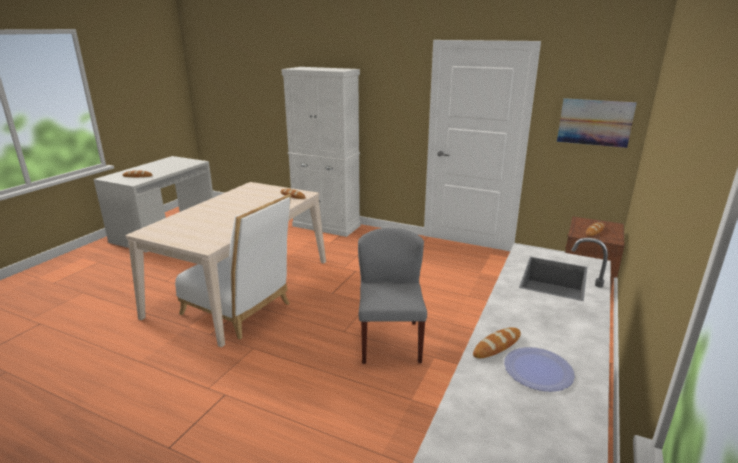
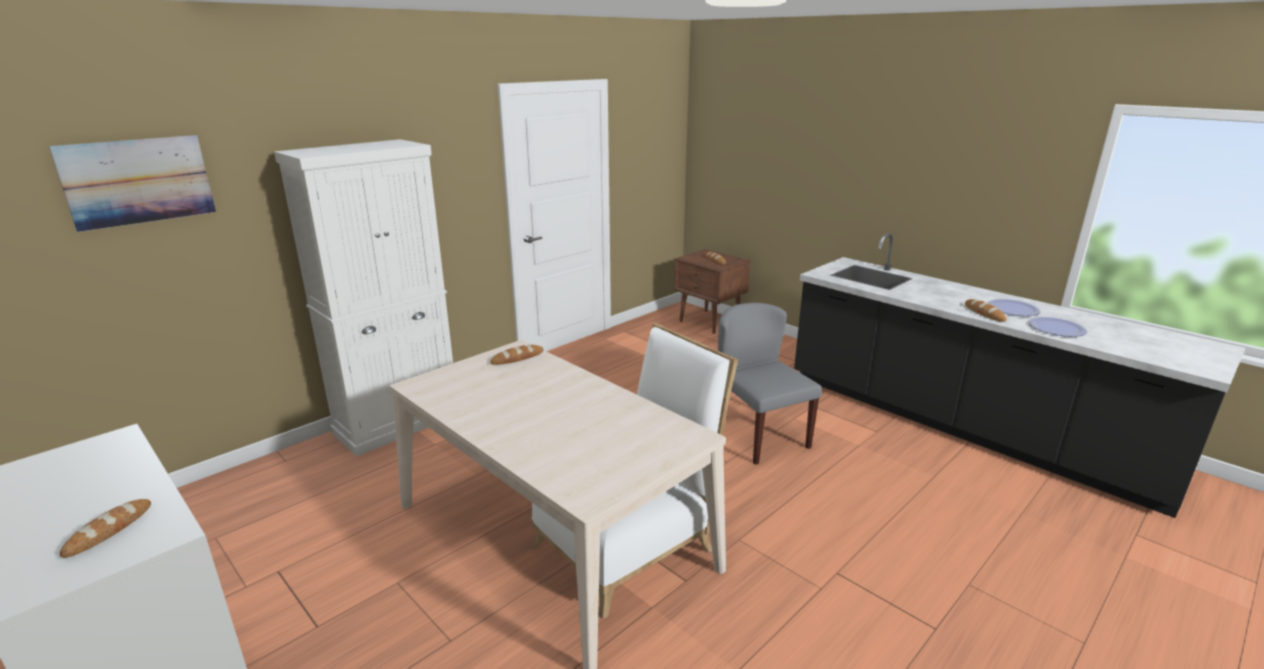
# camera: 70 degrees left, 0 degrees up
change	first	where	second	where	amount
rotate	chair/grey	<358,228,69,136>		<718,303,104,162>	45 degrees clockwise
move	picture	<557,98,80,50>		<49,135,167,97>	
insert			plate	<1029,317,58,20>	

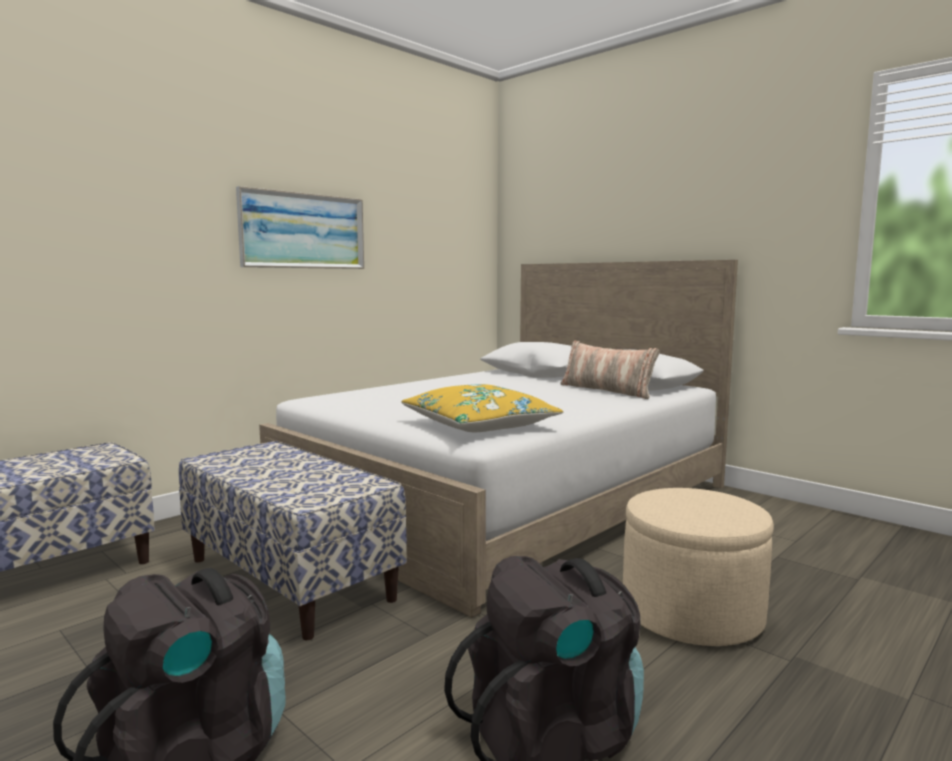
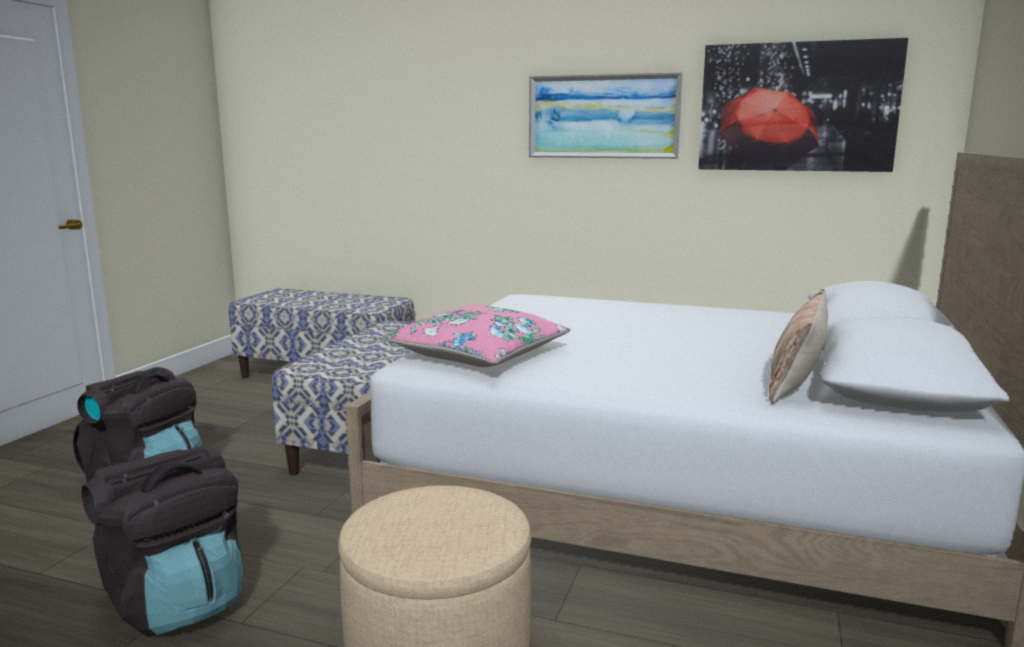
# camera: 65 degrees right, 5 degrees up
change	first	where	second	where	amount
recolor	pillow/yellow	<401,384,163,48>	pillow/pink	<383,305,187,62>	
insert			picture	<698,38,210,134>	

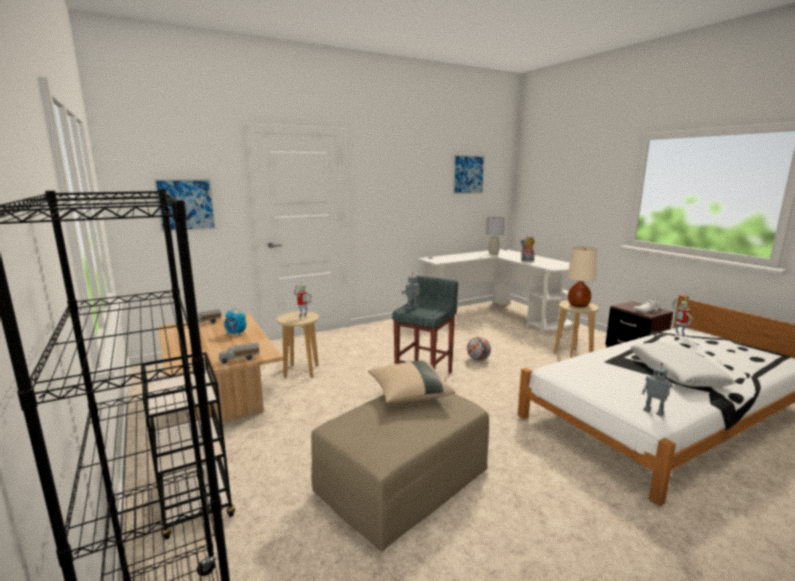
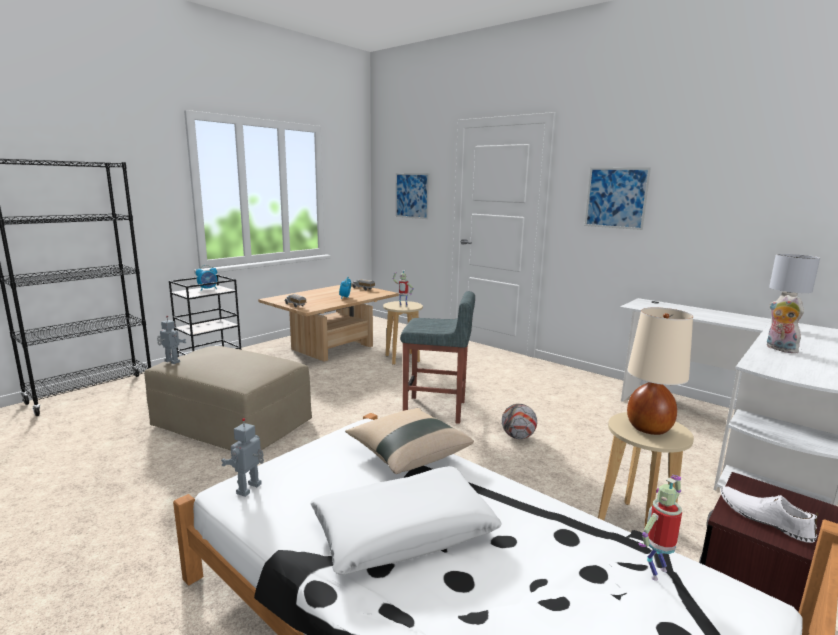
# camera: 70 degrees right, 0 degrees up
change	first	where	second	where	amount
move	pillow/beige	<368,360,87,43>		<345,408,129,66>	
move	toy robot	<402,272,17,38>		<157,316,29,48>	
move	picture	<453,155,32,40>		<585,167,66,63>	
insert			alarm clock	<196,265,21,26>	

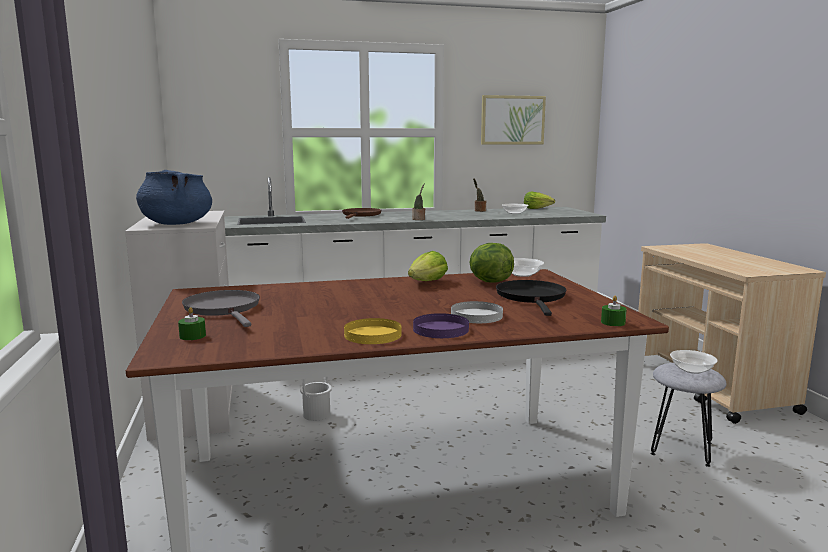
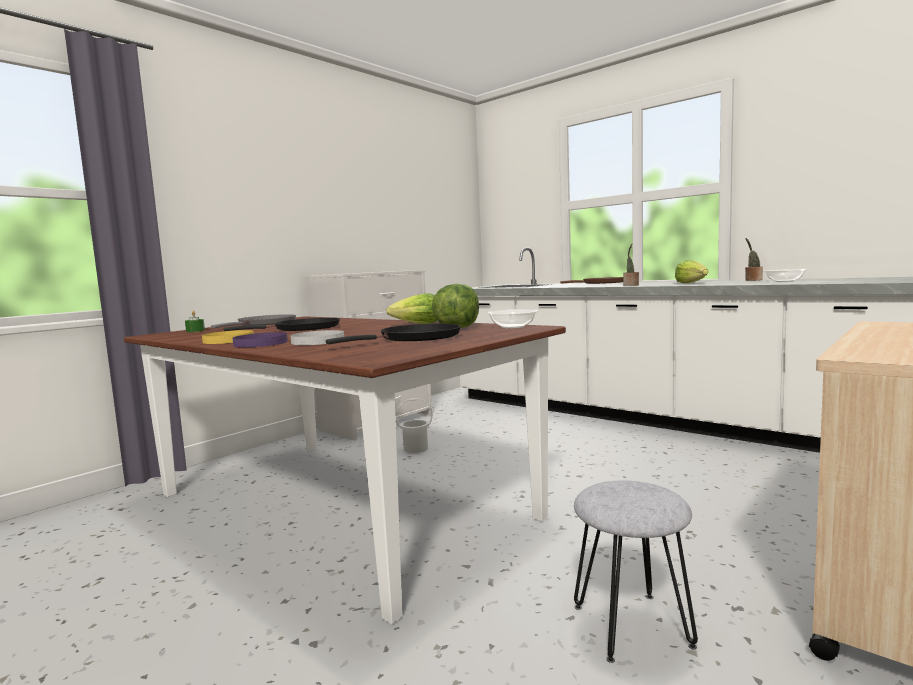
# camera: 55 degrees right, 5 degrees down
change	first	where	second	where	amount
delete	cooking pot/blue	<136,170,76,55>			
delete	picture	<481,95,65,50>			
move	lettuce	<524,192,31,17>		<675,260,33,23>	
delete	candle/green	<601,296,26,30>			
delete	bowl	<670,350,47,24>			
insert			frying pan/black	<223,318,117,13>	

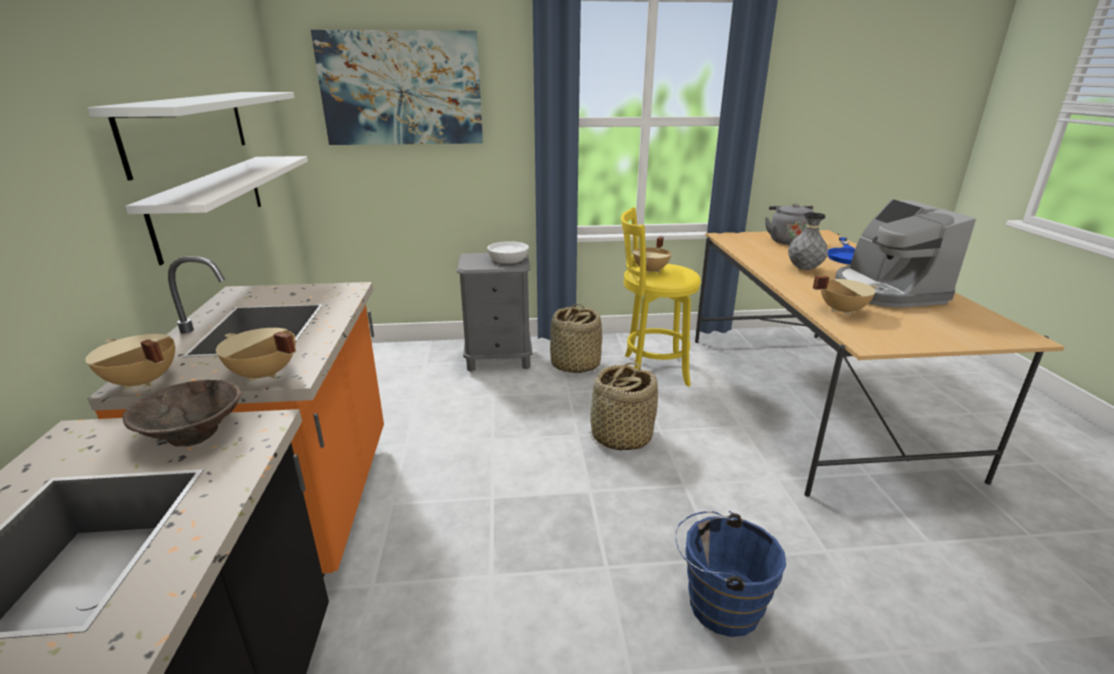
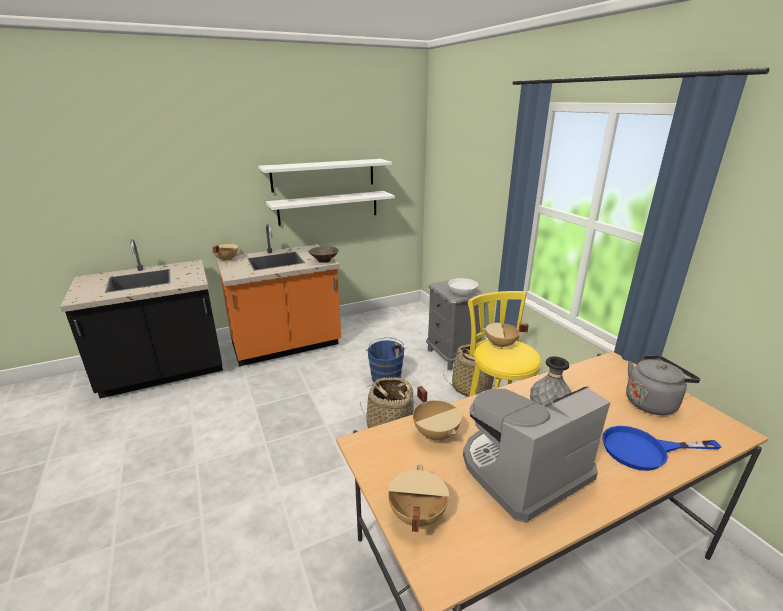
# camera: 70 degrees right, 0 degrees up
change	first	where	second	where	amount
move	bowl/brown	<123,380,119,66>		<309,246,30,17>	
move	cooking pot/beige	<216,328,80,54>		<388,464,61,69>	
delete	picture	<311,30,172,115>			
move	bucket/blue	<675,511,111,126>		<366,337,41,46>	

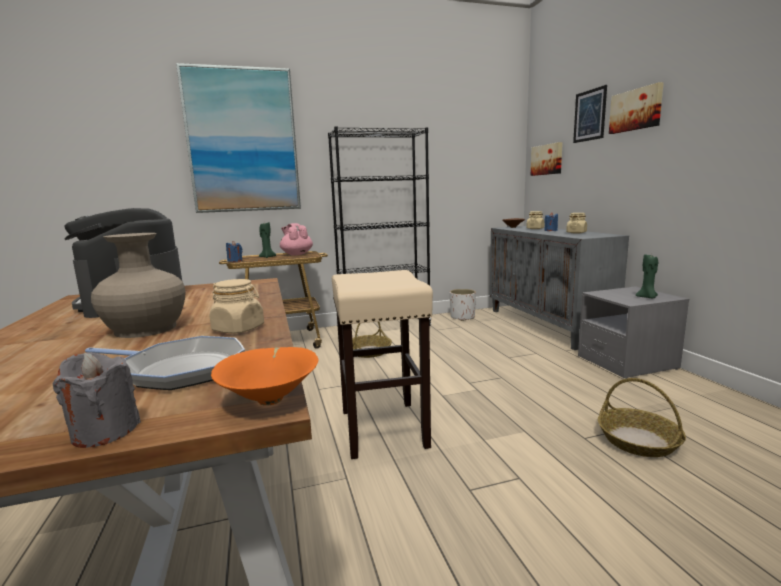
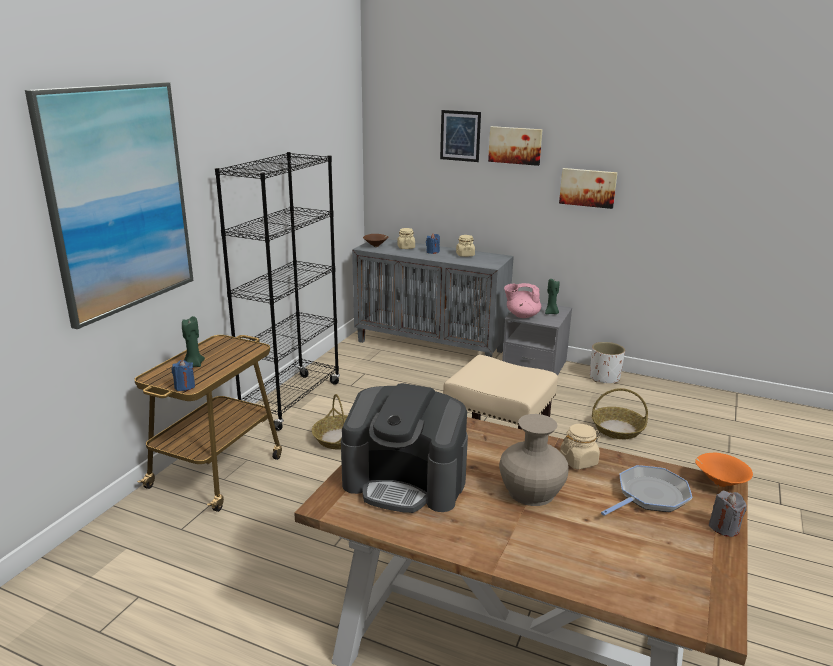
# camera: 50 degrees left, 10 degrees up
change	first	where	second	where	amount
move	teapot/pink	<280,223,33,33>		<504,283,37,35>	
move	planter/white	<450,289,26,32>		<590,342,35,42>	
move	picture	<531,142,32,34>		<559,168,59,41>	

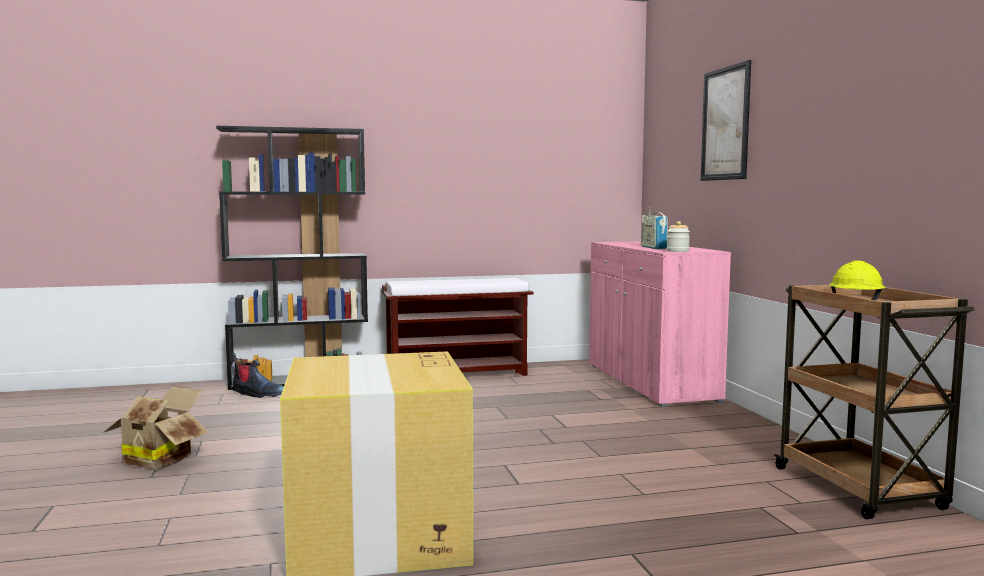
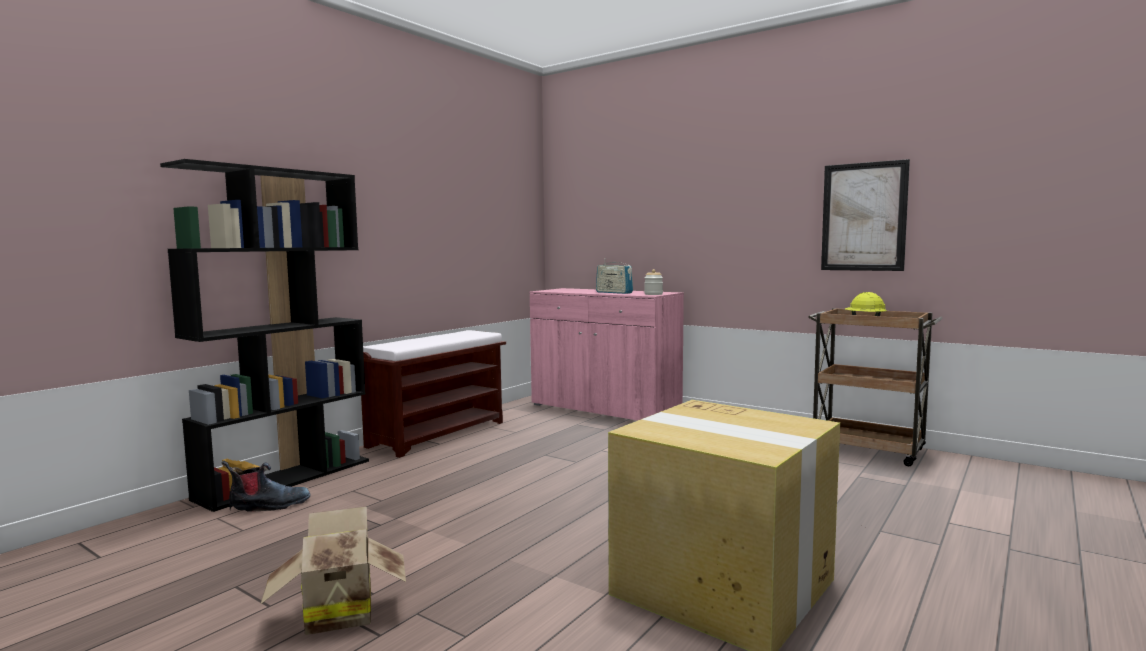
# camera: 40 degrees left, 0 degrees up
change	first	where	second	where	amount
move	picture	<701,60,50,121>		<821,159,89,112>	

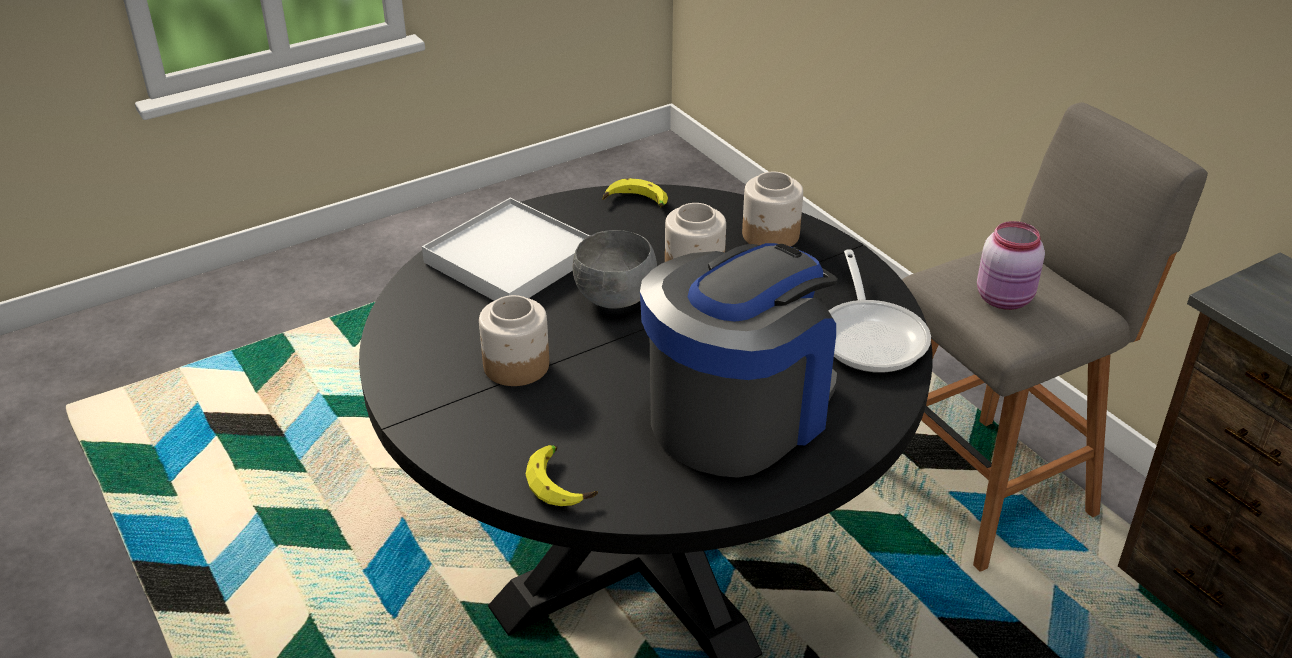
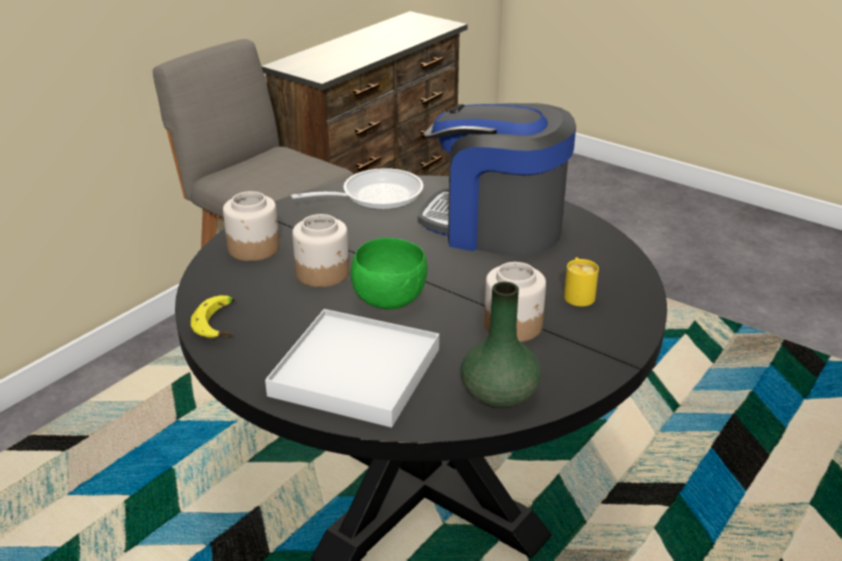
# camera: 110 degrees left, 5 degrees down
change	first	where	second	where	amount
delete	banana	<526,445,72,61>			
recolor	bowl/grey	<572,230,85,79>	bowl/green	<351,238,76,71>	
delete	jar/pink	<977,221,68,89>			
insert			vase/green	<461,282,80,126>	
insert			mug/yellow	<564,257,35,49>	

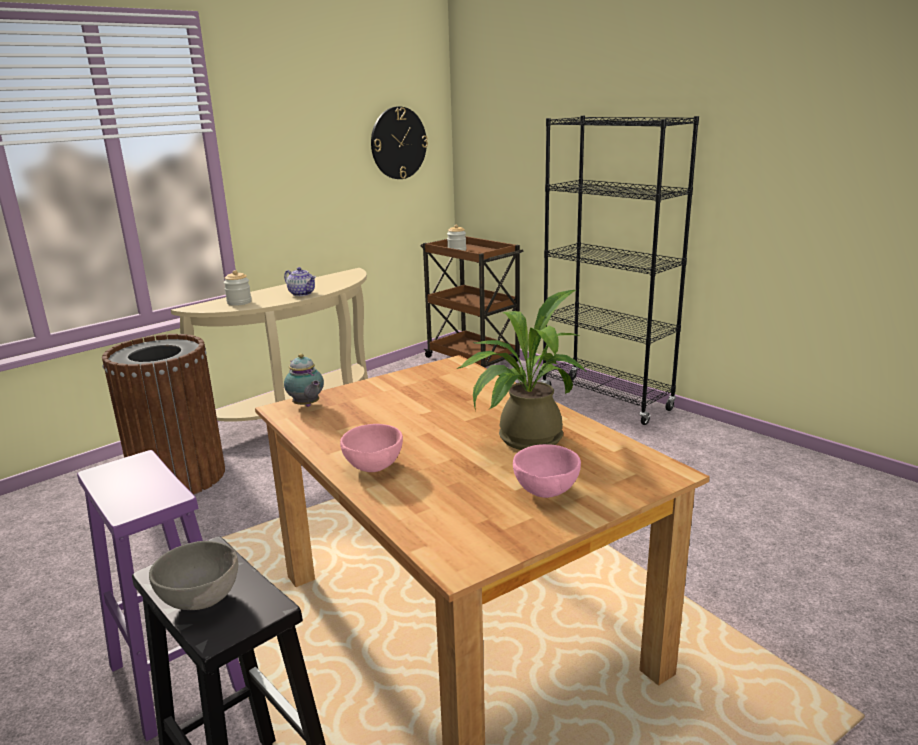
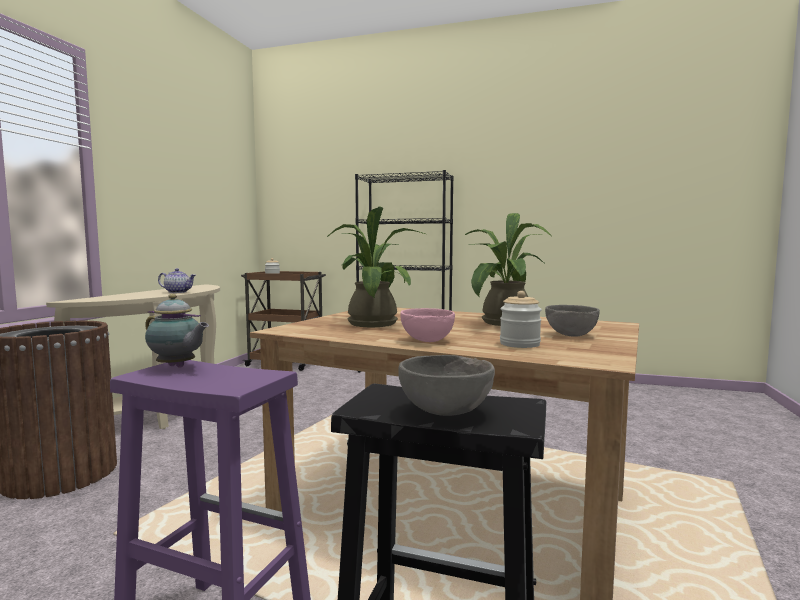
# camera: 30 degrees left, 15 degrees down
change	first	where	second	where	amount
move	jar	<224,270,28,36>		<500,291,42,57>	
move	teapot	<284,354,40,53>		<145,294,64,74>	
delete	wall clock	<371,107,57,72>			
recolor	bowl/pink	<513,444,68,54>	bowl/grey	<545,305,55,32>	
insert			potted plant	<327,206,98,121>	

